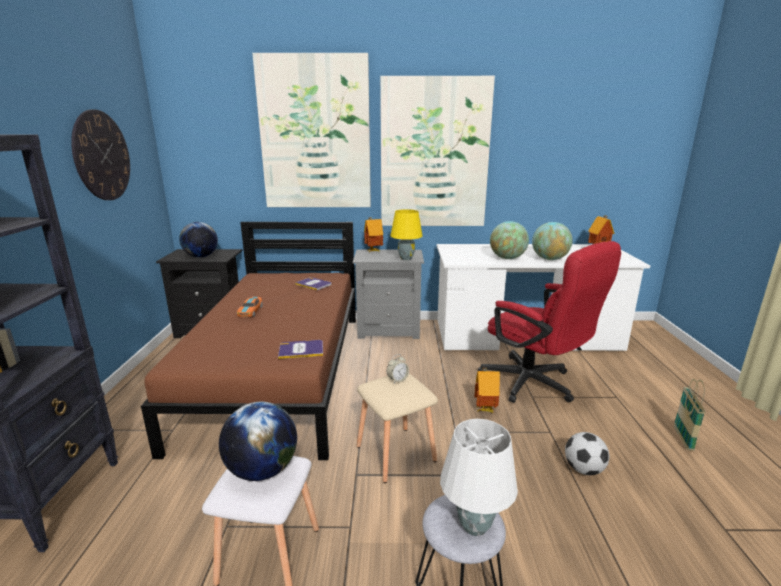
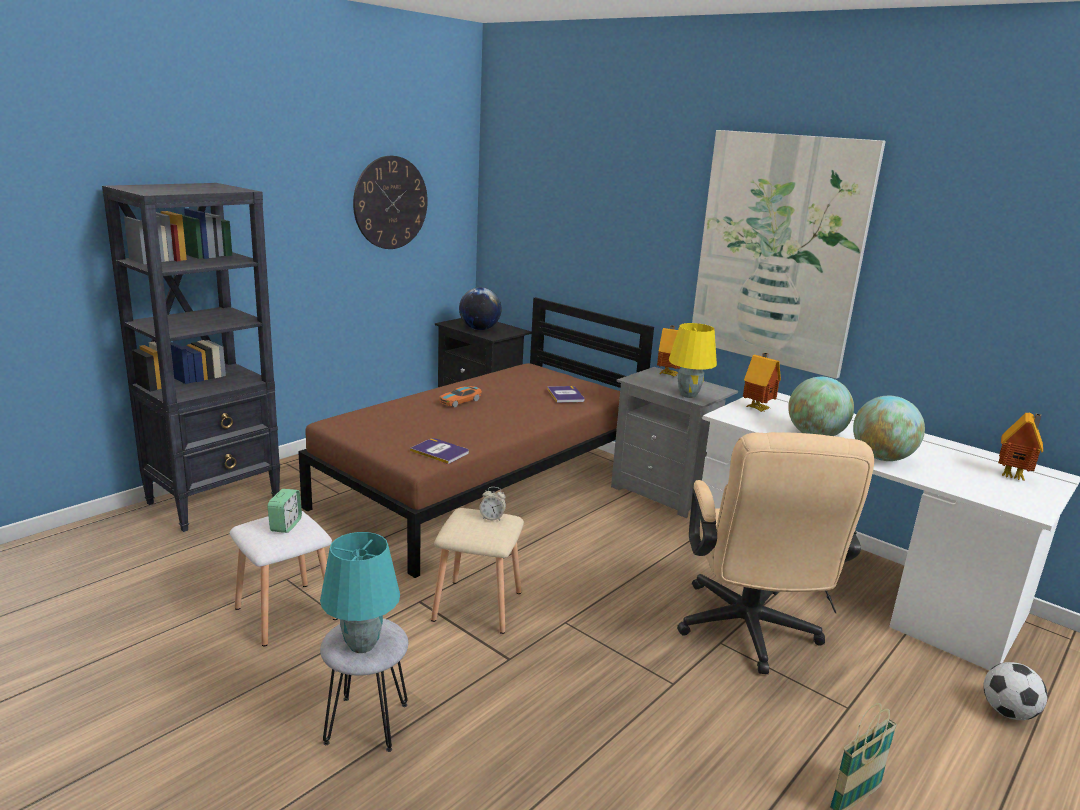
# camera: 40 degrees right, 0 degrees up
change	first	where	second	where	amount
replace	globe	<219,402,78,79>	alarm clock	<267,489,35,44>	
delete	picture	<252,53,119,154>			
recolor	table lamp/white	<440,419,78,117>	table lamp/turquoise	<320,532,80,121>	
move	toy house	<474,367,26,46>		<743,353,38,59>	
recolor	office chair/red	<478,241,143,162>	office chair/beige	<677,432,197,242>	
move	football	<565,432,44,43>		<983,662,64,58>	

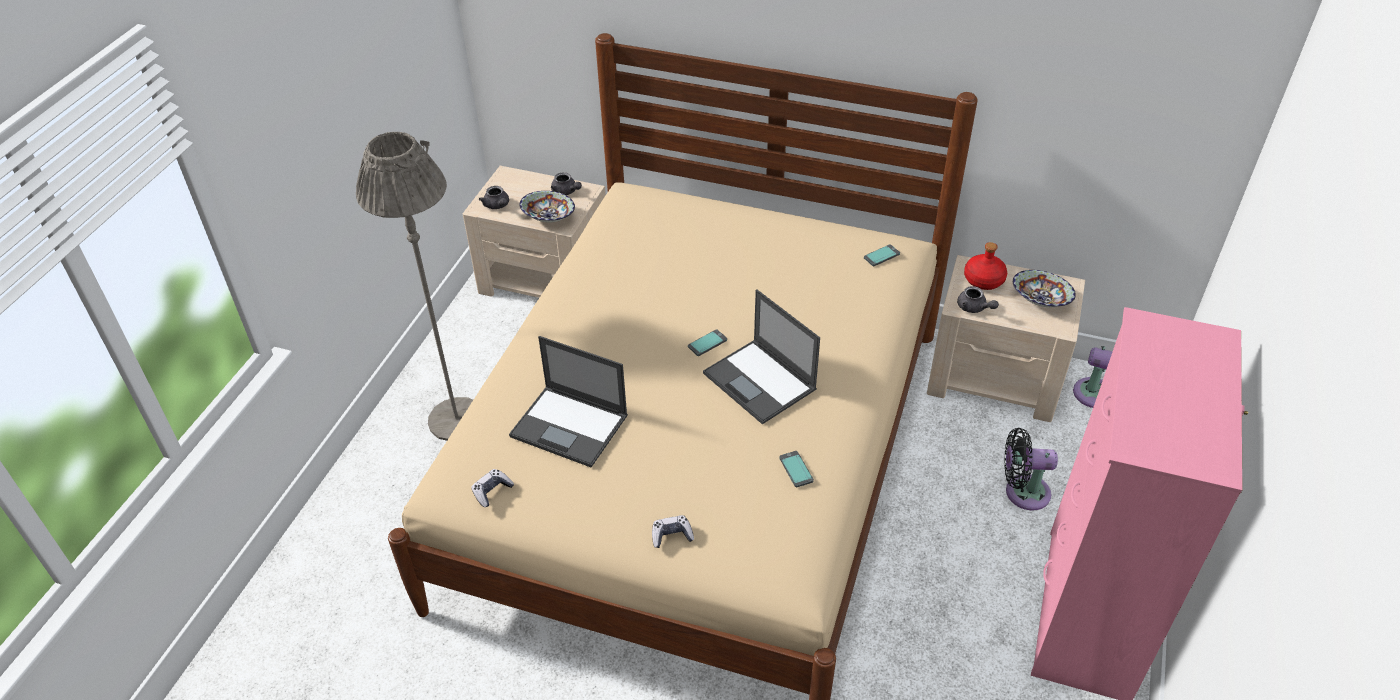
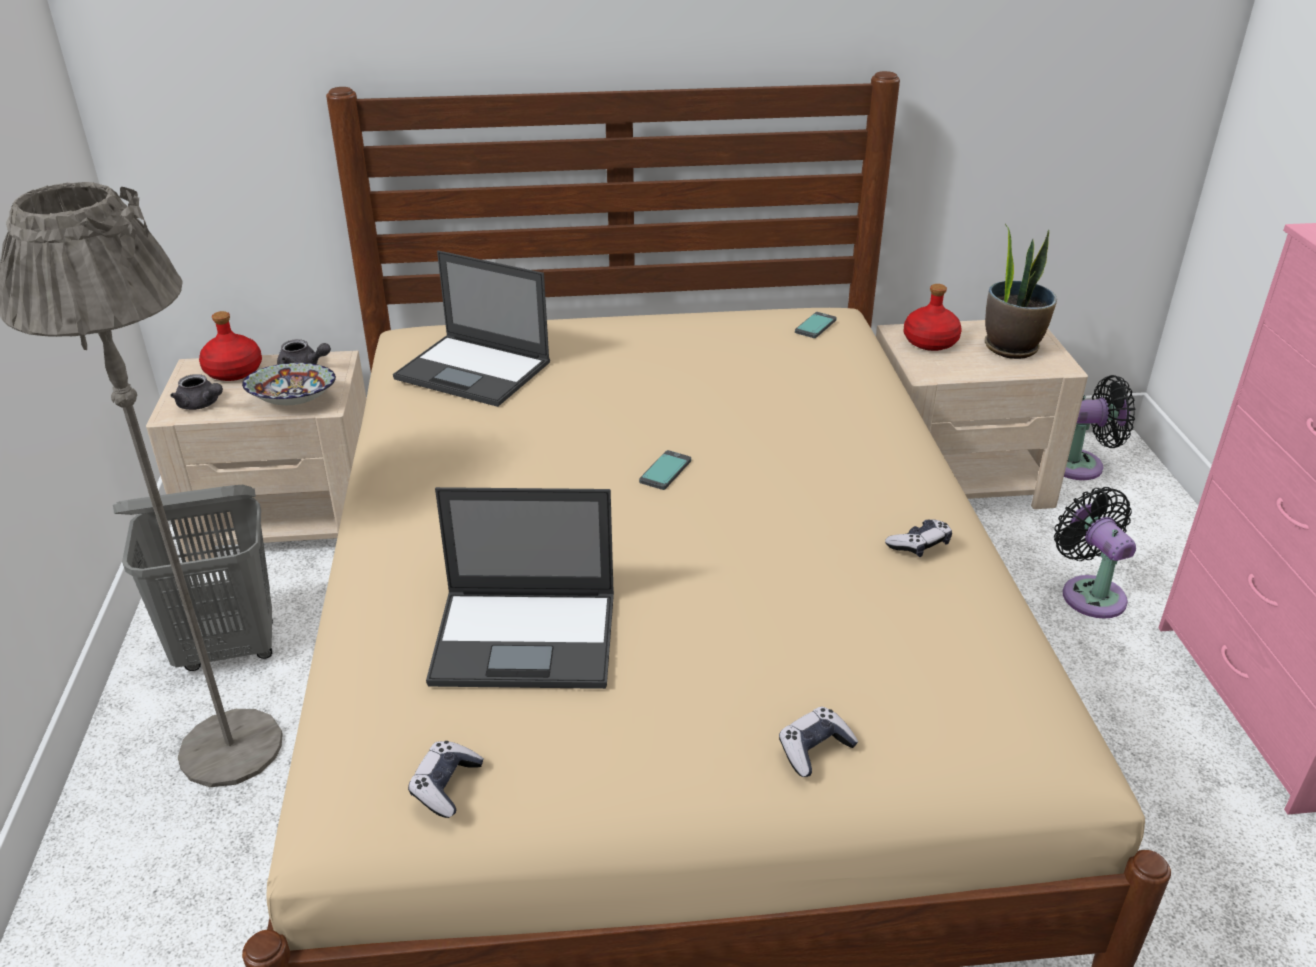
# camera: 25 degrees left, 10 degrees down
change	first	where	second	where	amount
move	laptop	<703,289,117,135>		<393,251,157,156>	
delete	phone	<779,451,35,36>			
delete	teapot/grey	<957,286,42,27>			
rotate	fan/black	<1004,428,54,82>		<1054,487,82,132>	90 degrees clockwise
replace	bowl	<1013,270,63,37>	potted plant	<985,224,72,135>	
insert			laundry basket/grey	<113,485,160,186>	
insert			bottle/red	<199,311,63,70>	
insert			game controller	<885,519,67,38>	

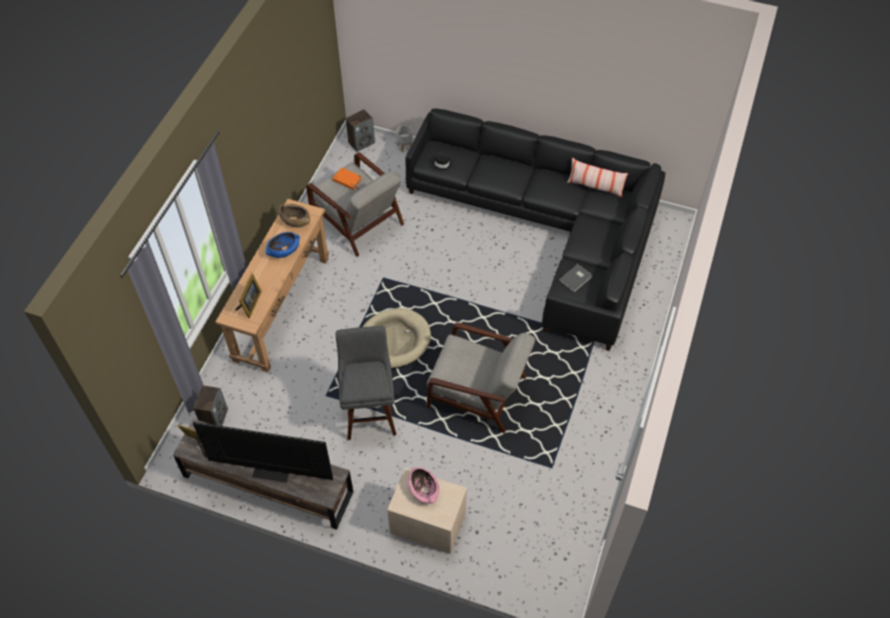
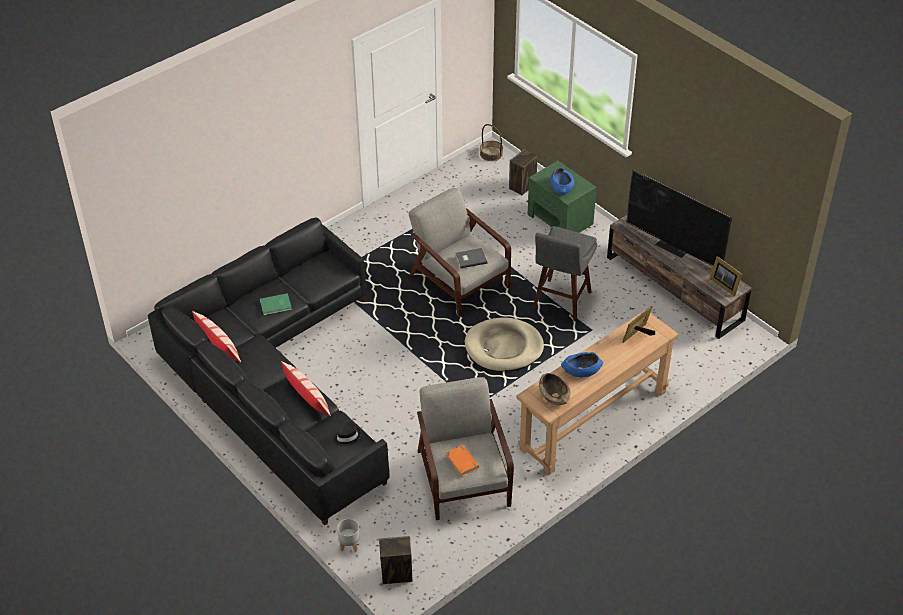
# camera: 150 degrees left, 10 degrees down
change	first	where	second	where	amount
move	speaker	<193,385,35,41>		<509,149,29,46>	
recolor	nightstand/beige	<387,468,80,86>	nightstand/green	<528,161,69,72>	
recolor	bowl/pink	<408,467,31,37>	bowl/blue	<550,167,24,27>	
move	book/grey	<559,264,33,28>		<455,248,32,21>	
insert			book/green	<260,293,32,22>	
insert			pillow	<281,361,50,56>	
insert			basket	<480,124,23,37>	

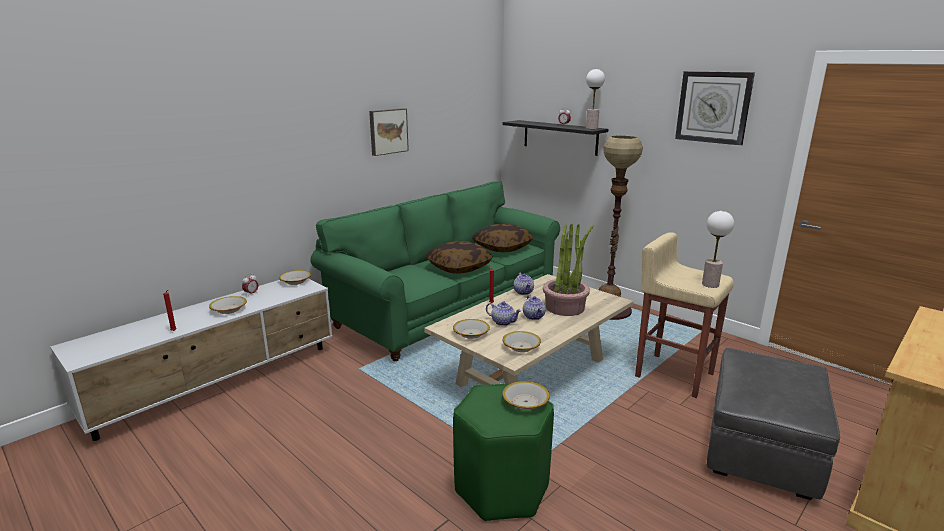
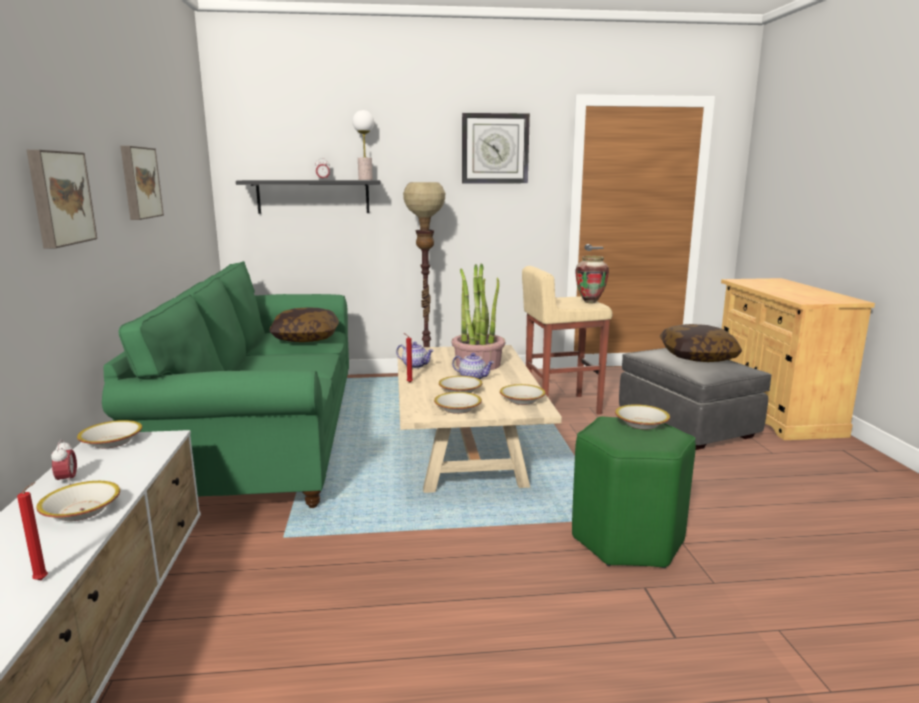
# camera: 50 degrees left, 5 degrees down
change	first	where	second	where	amount
move	pillow	<426,241,67,33>		<660,324,82,38>	
replace	teapot	<486,302,35,24>	bowl	<439,376,43,17>	
replace	table lamp	<702,211,32,77>	vase	<576,256,33,47>	
insert			picture	<27,150,70,99>	

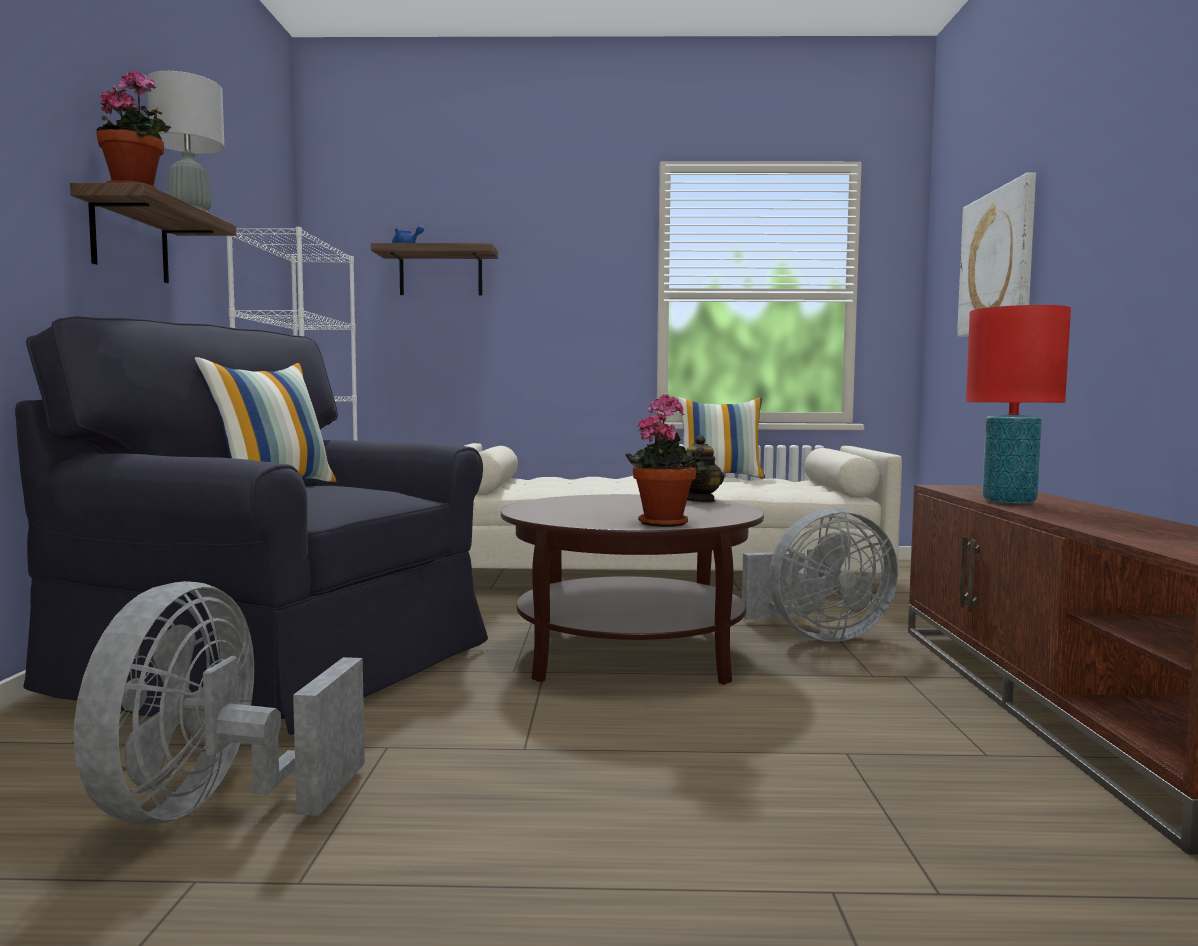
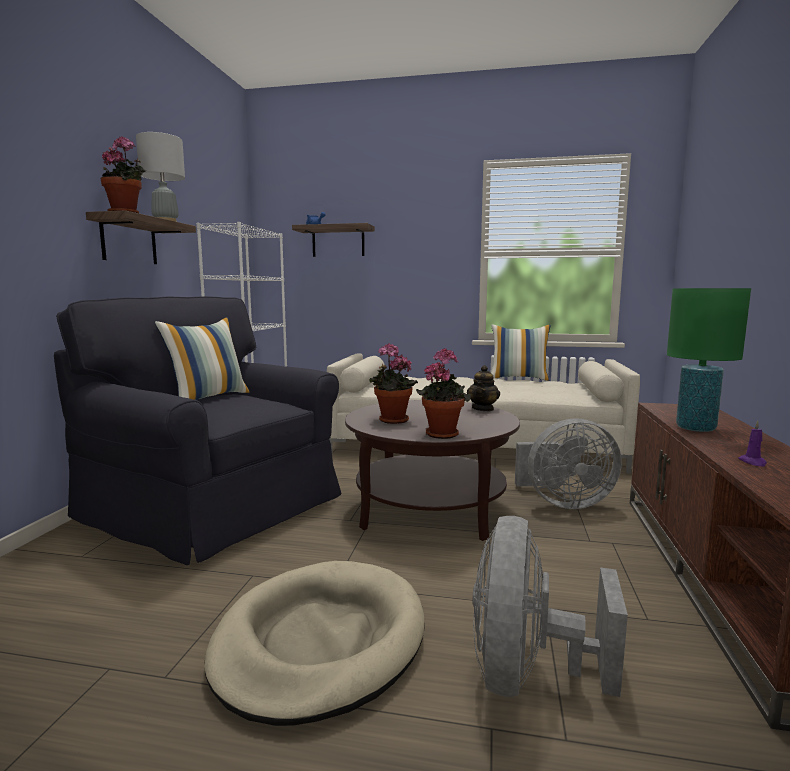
# camera: 10 degrees right, 5 degrees up
change	first	where	second	where	amount
move	fan/grey	<74,581,291,244>		<472,516,156,181>	
delete	picture	<957,173,79,164>			
recolor	table lamp/red	<966,305,105,199>	table lamp/green	<667,288,84,144>	
insert			dog bed/beige	<204,561,221,165>	
insert			potted plant	<369,343,49,81>	
insert			candle/purple	<738,421,29,46>	

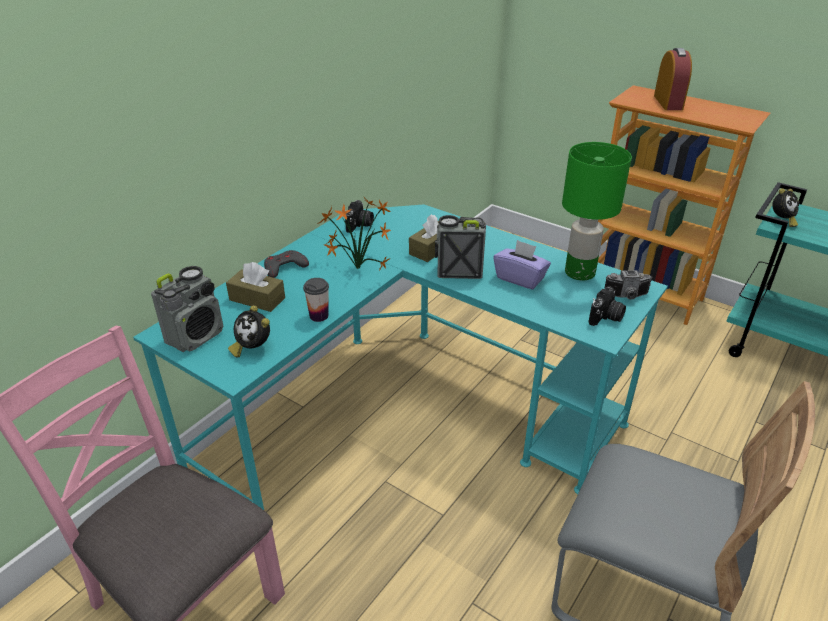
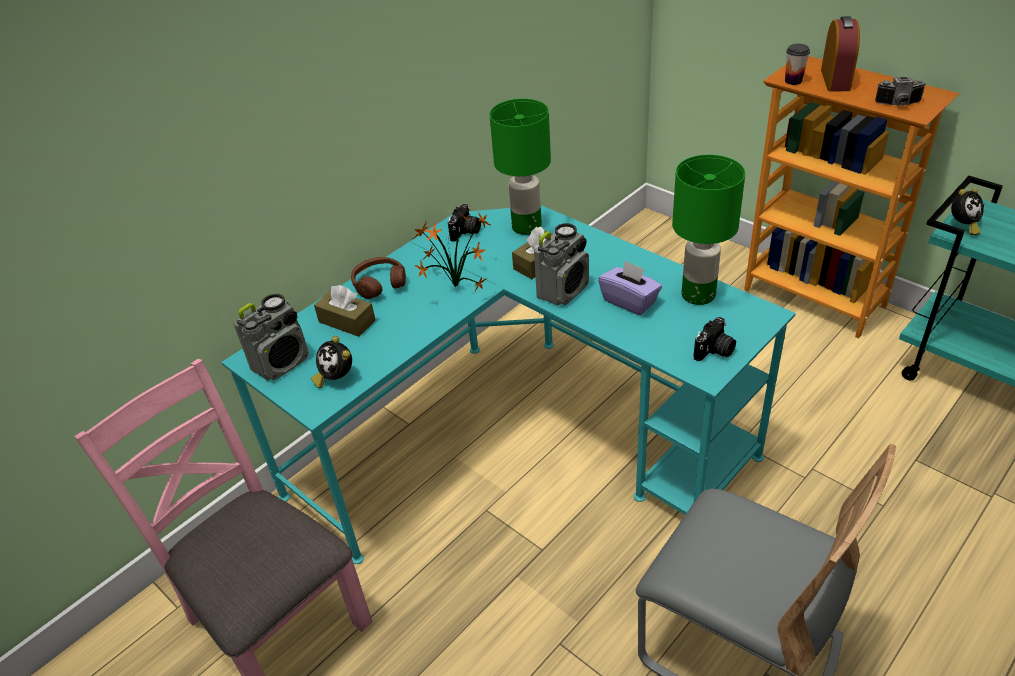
# camera: 10 degrees right, 5 degrees up
change	first	where	second	where	amount
replace	game controller/grey	<264,250,45,28>	headphones/brown	<351,257,55,42>	
move	cup	<303,278,26,44>		<785,44,25,41>	
rotate	radio	<435,215,51,64>		<534,223,55,83>	120 degrees clockwise
move	photo camera	<604,270,48,30>		<875,77,51,29>	
insert			table lamp/green	<489,98,62,137>	

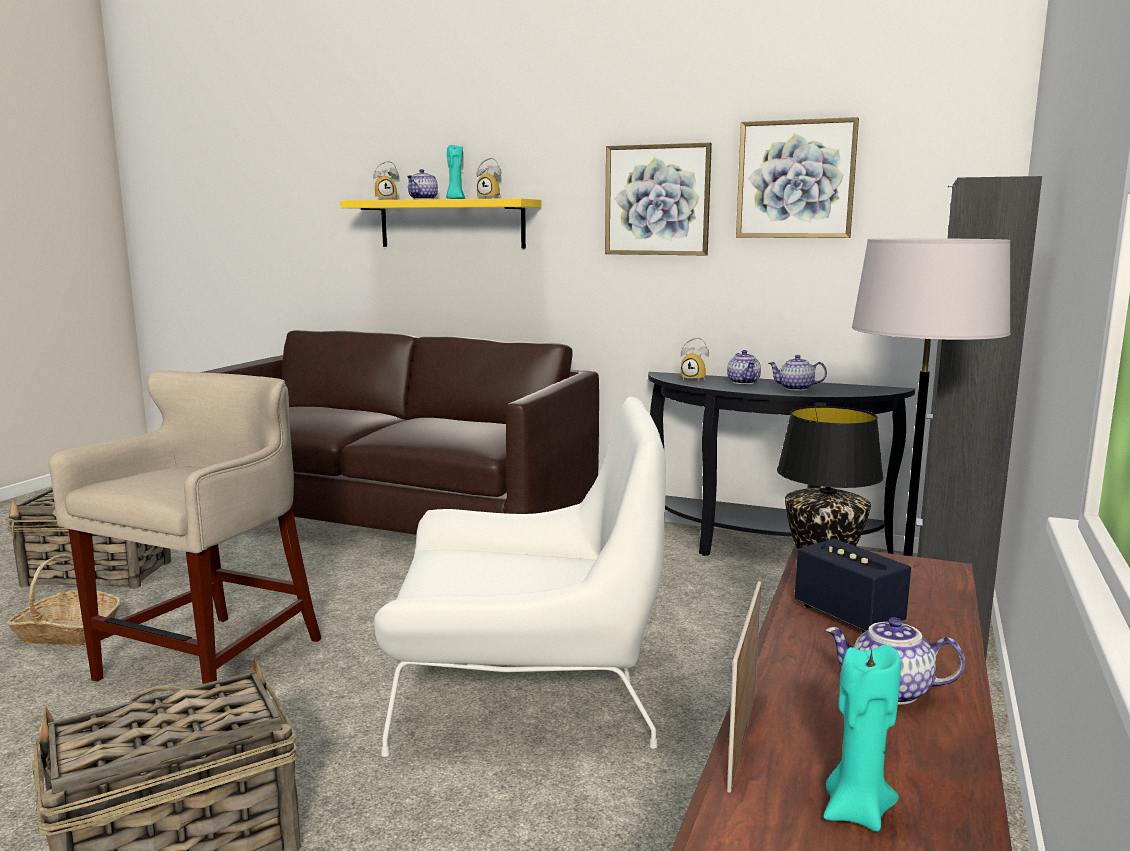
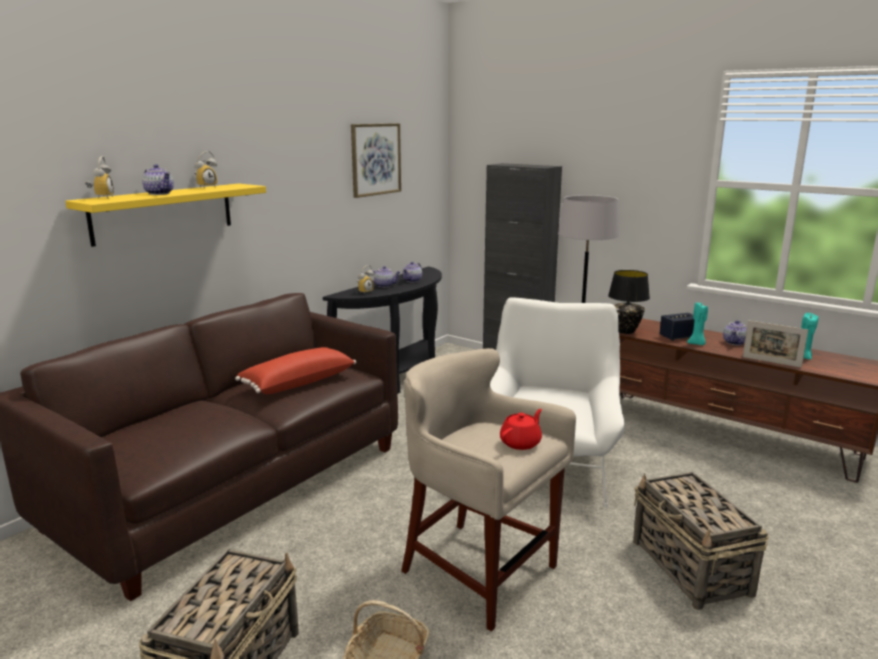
# camera: 75 degrees left, 5 degrees up
change	first	where	second	where	amount
move	candle/turquoise	<446,144,19,55>		<687,303,21,42>	
delete	picture	<605,143,107,113>			
insert			pillow/red	<235,347,122,47>	
insert			teapot/red	<500,409,42,41>	

